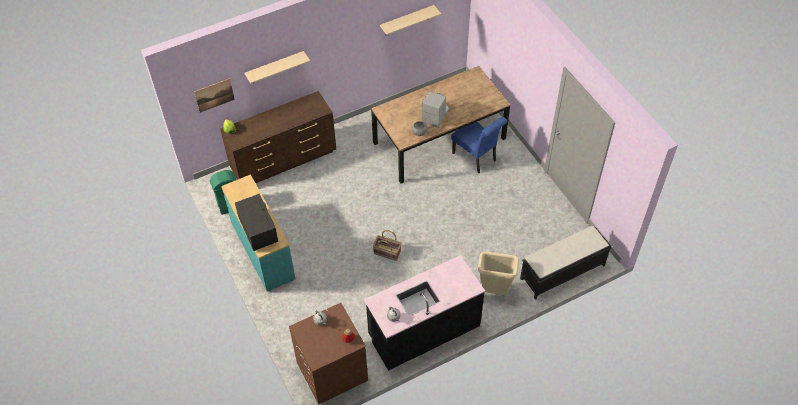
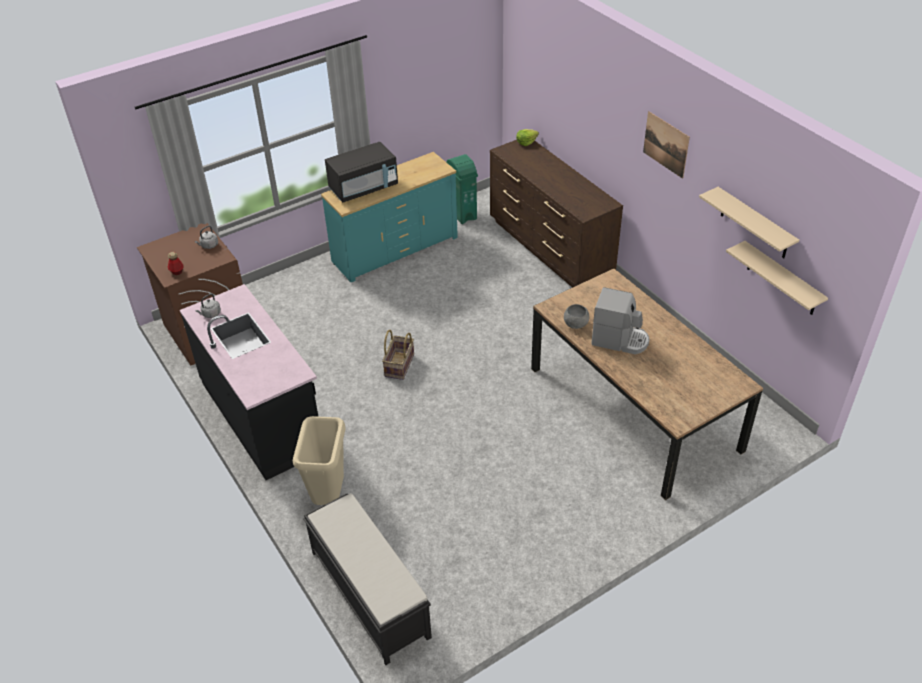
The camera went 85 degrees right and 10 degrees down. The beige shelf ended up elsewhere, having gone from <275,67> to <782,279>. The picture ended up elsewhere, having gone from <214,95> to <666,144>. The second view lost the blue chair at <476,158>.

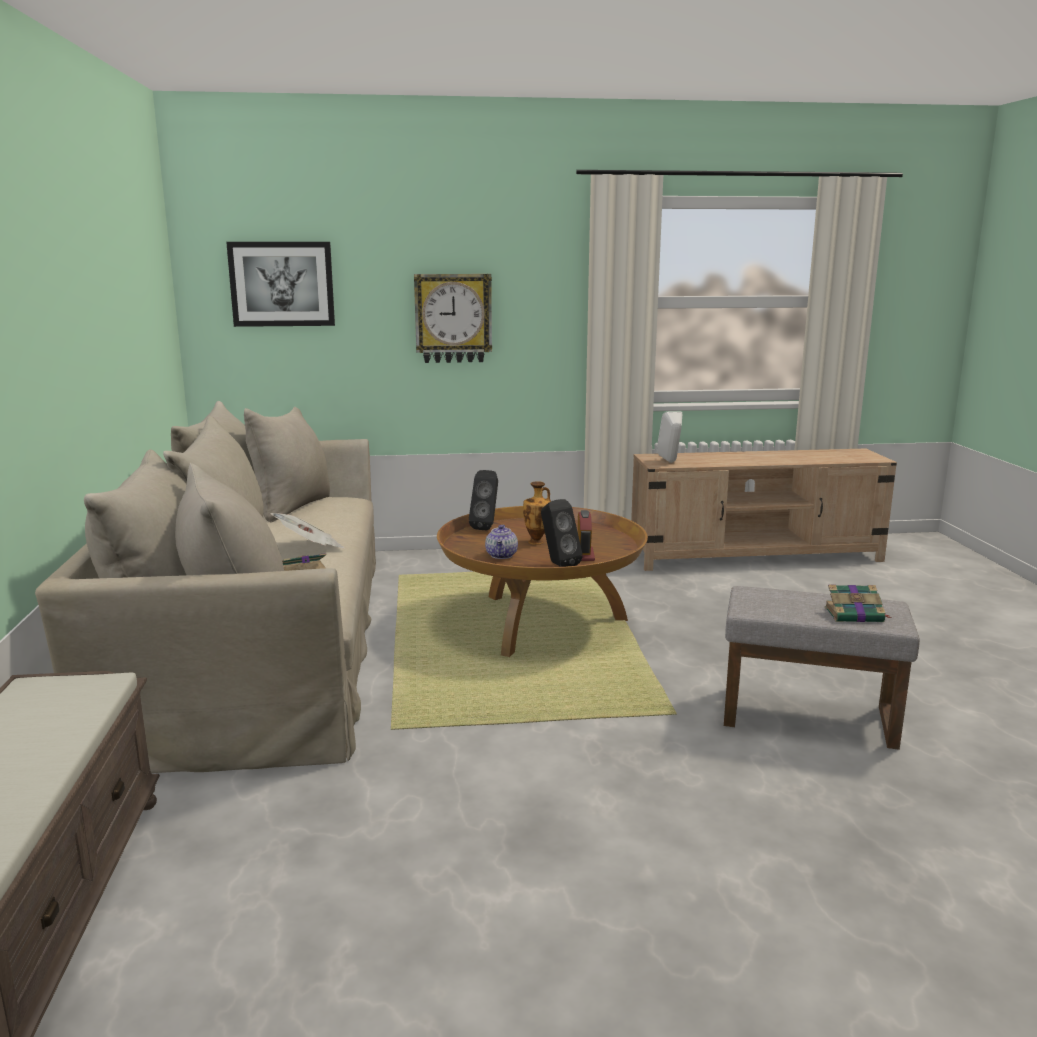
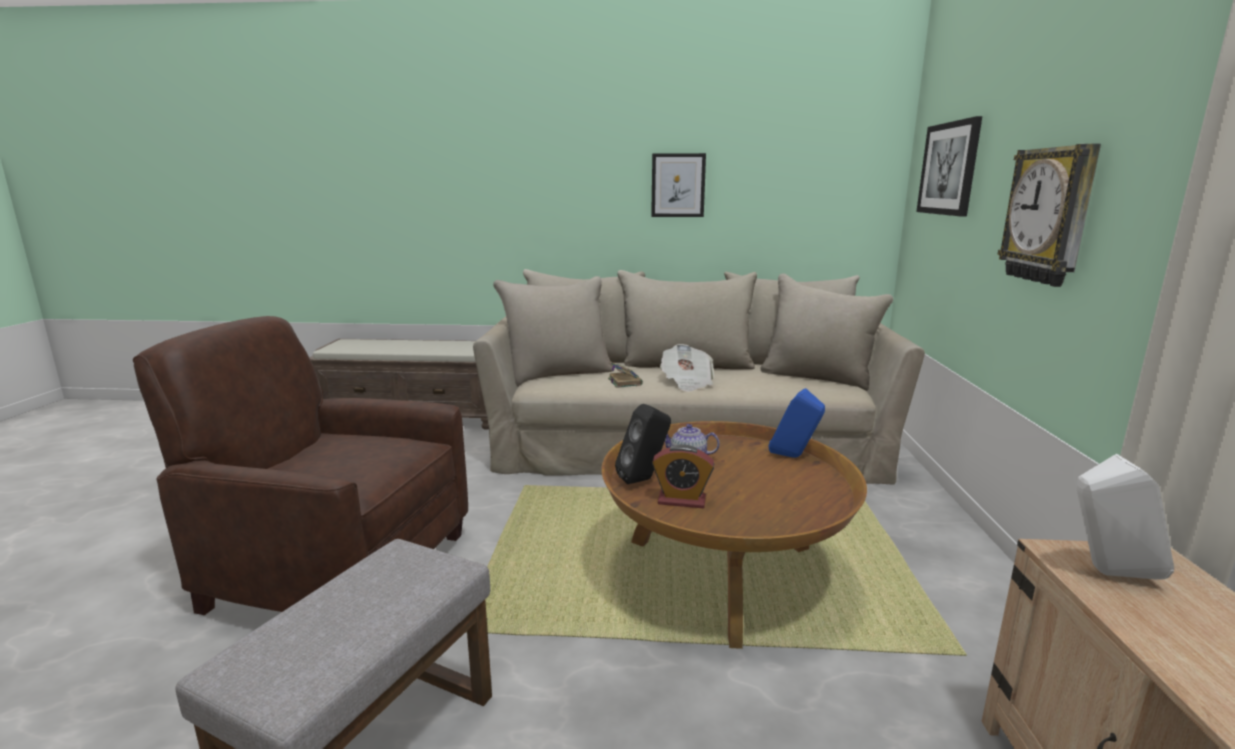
The camera went 100 degrees right and 0 degrees up. What was the black speaker at <487,527> turned into the blue speaker at <794,457>. The second view lost the vase at <537,542>. The second view lost the book at <855,615>. The second view gained the picture at <678,185>. The second view gained the brown armchair at <337,570>.

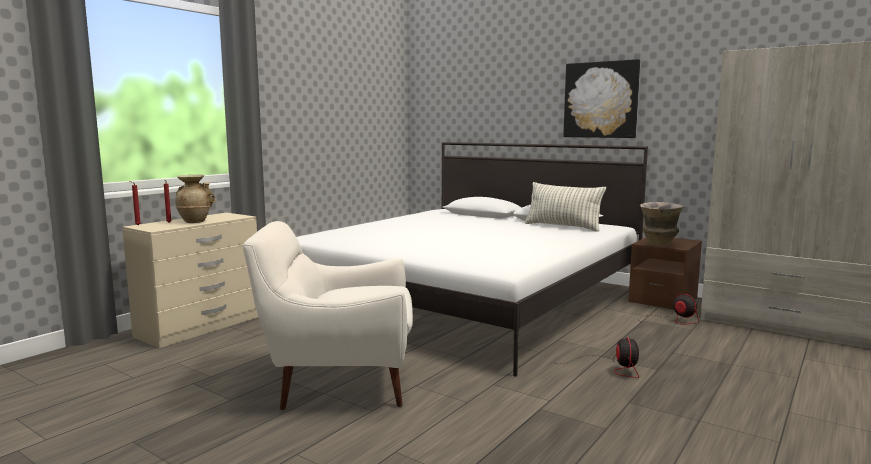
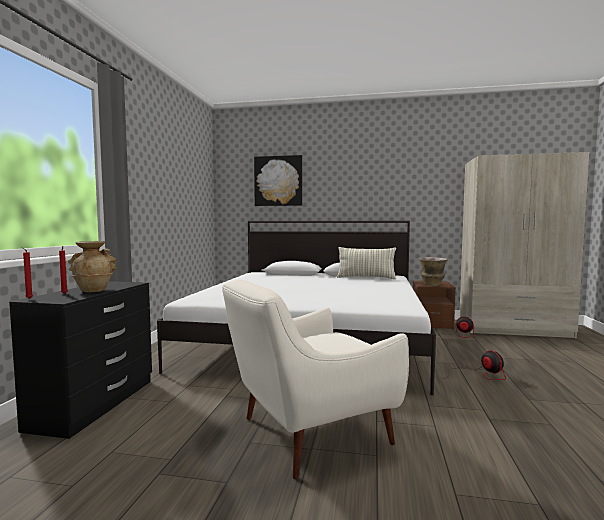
The camera went 25 degrees left and 5 degrees down. The picture ended up elsewhere, having gone from <601,100> to <278,181>. What was the beige dresser at <201,326> turned into the black dresser at <96,403>.

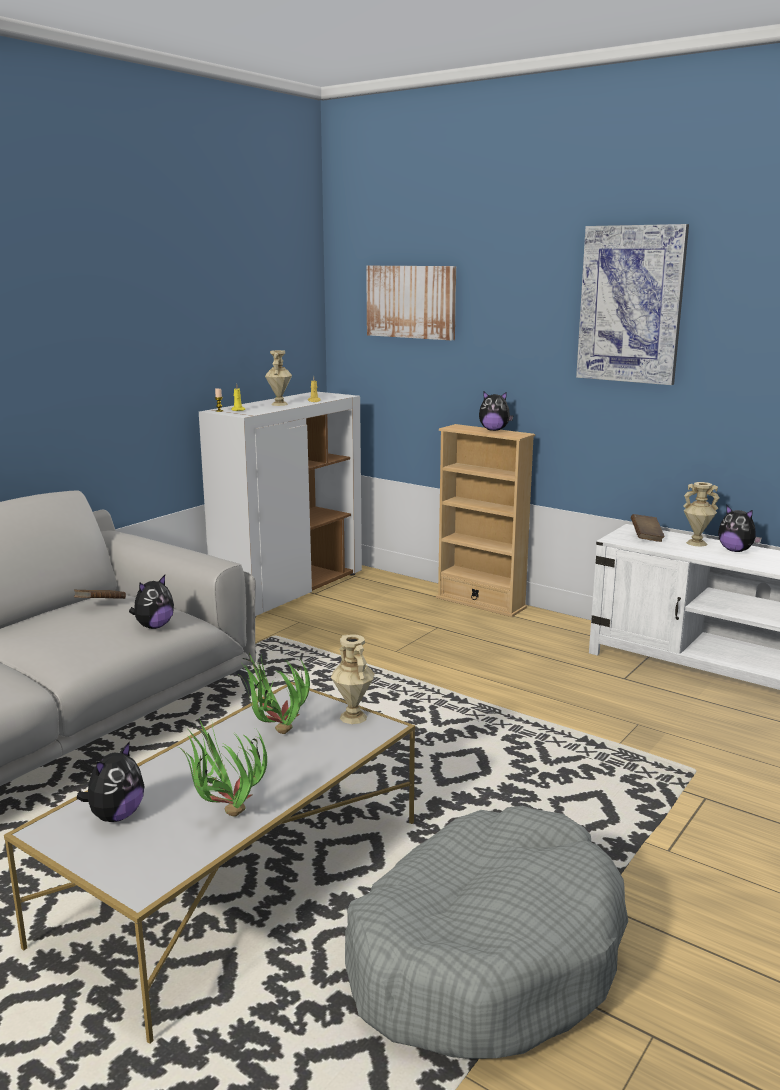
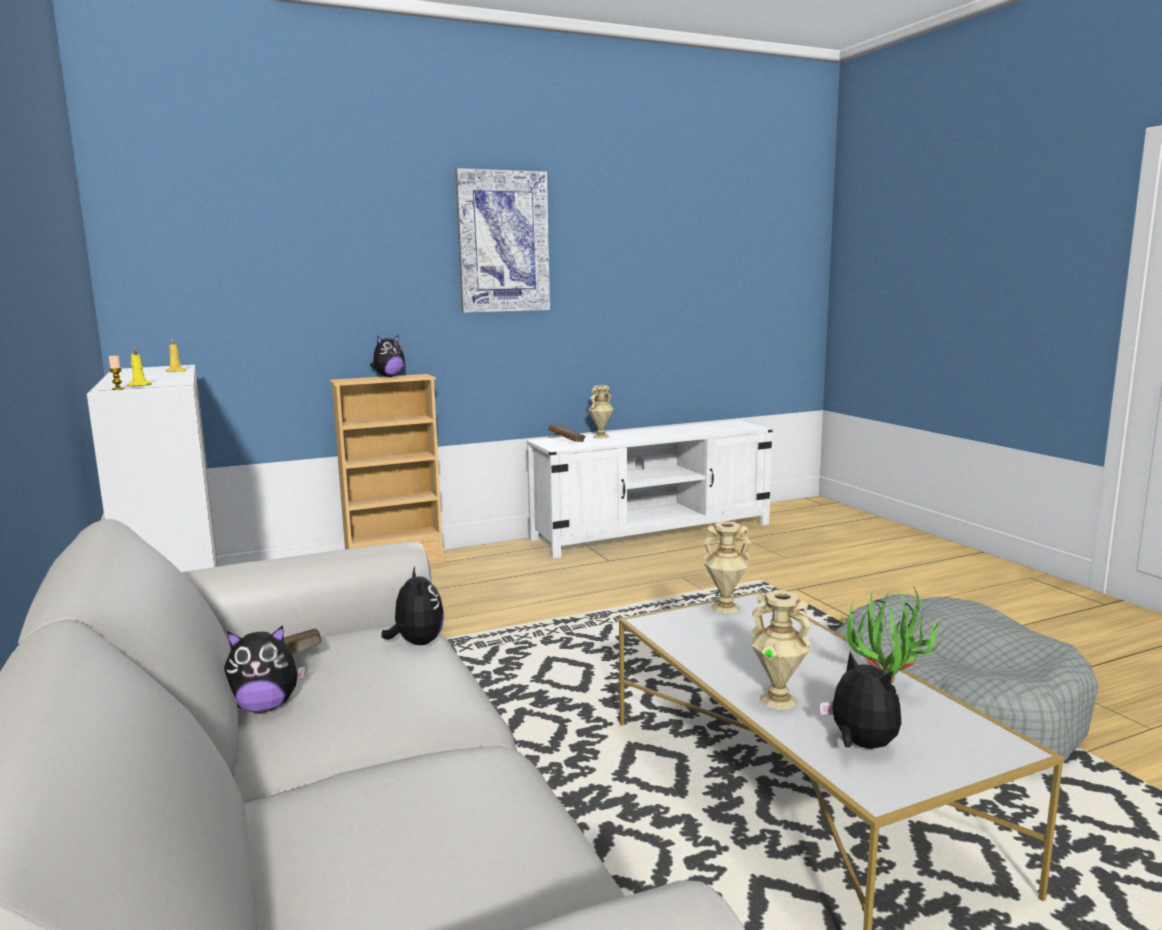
The camera went 60 degrees left and 5 degrees down. The second view lost the picture at <411,302>. The beige vase ended up elsewhere, having gone from <280,404> to <778,700>. The plush toy ended up elsewhere, having gone from <736,550> to <265,707>. The second view lost the potted plant at <275,735>.

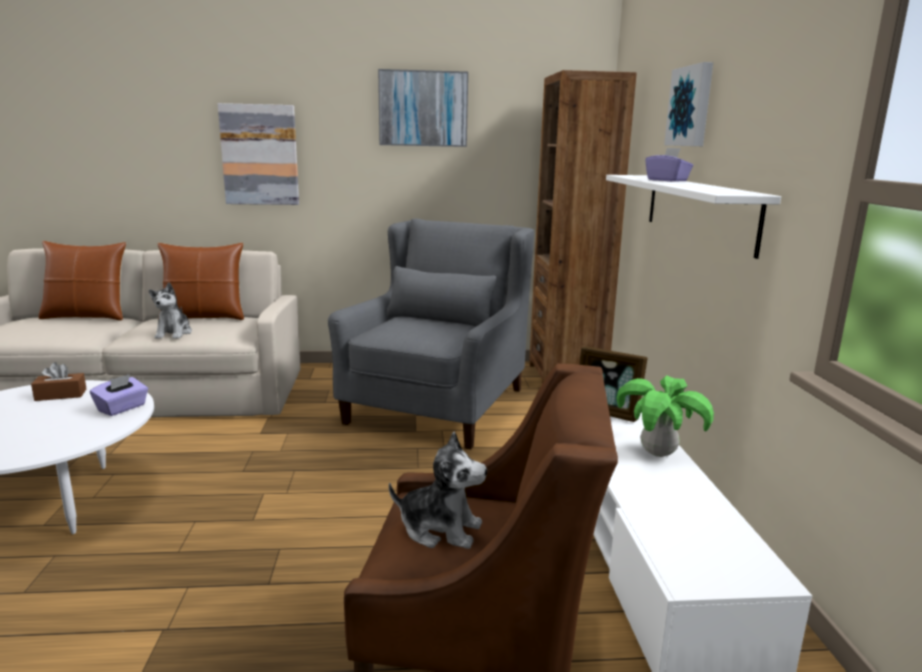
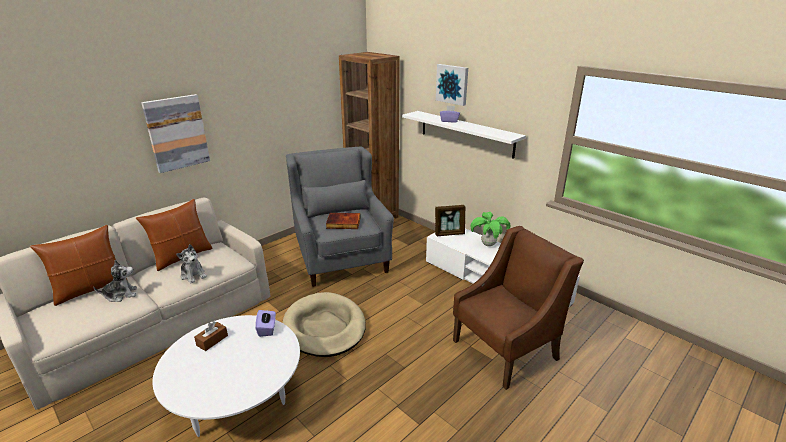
The camera went 40 degrees left and 10 degrees up. The second view lost the picture at <423,109>. The plush toy ended up elsewhere, having gone from <440,529> to <121,295>. The second view gained the book at <343,223>. The second view gained the beige dog bed at <324,327>.

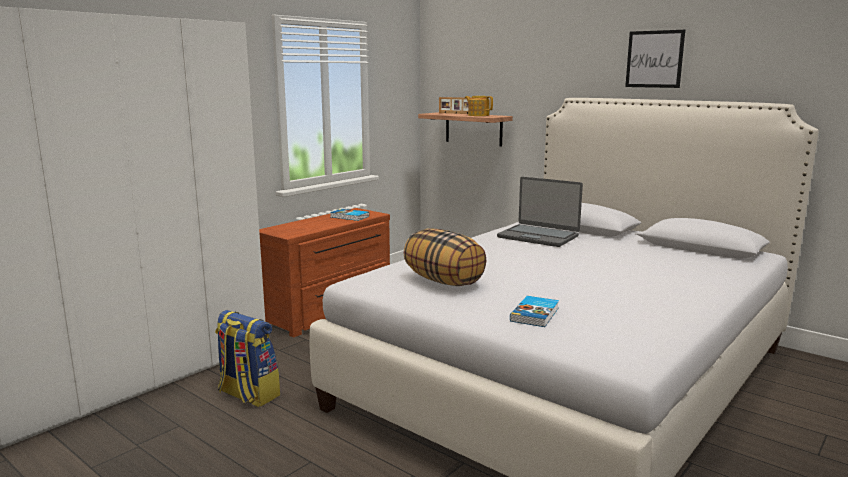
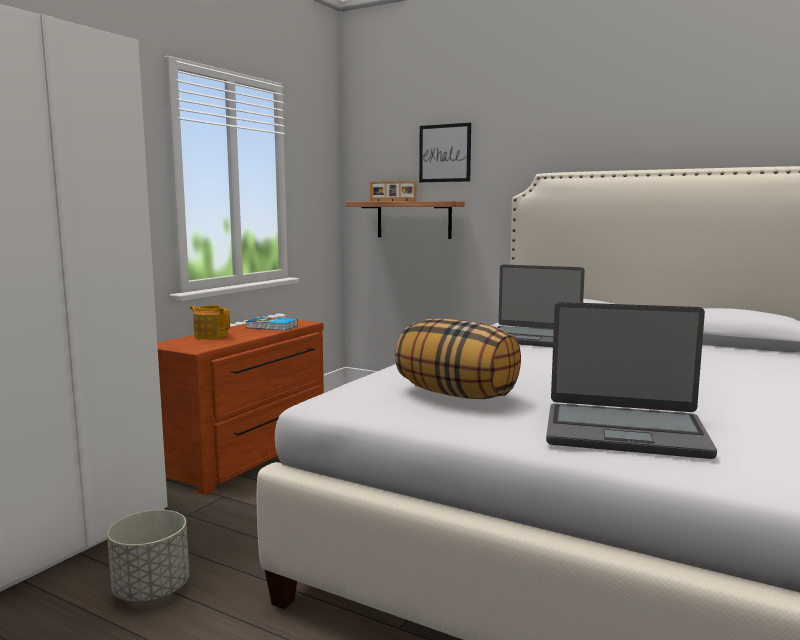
The camera went 10 degrees left and 5 degrees down. The picture ended up elsewhere, having gone from <654,59> to <445,153>. The teapot ended up elsewhere, having gone from <478,115> to <211,336>. Where the book stood at <536,314>, the laptop came to stand at <624,431>. Where the backpack stood at <248,395>, the grey planter came to stand at <151,591>.

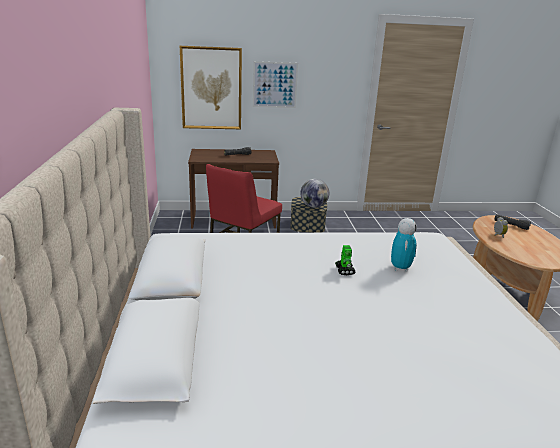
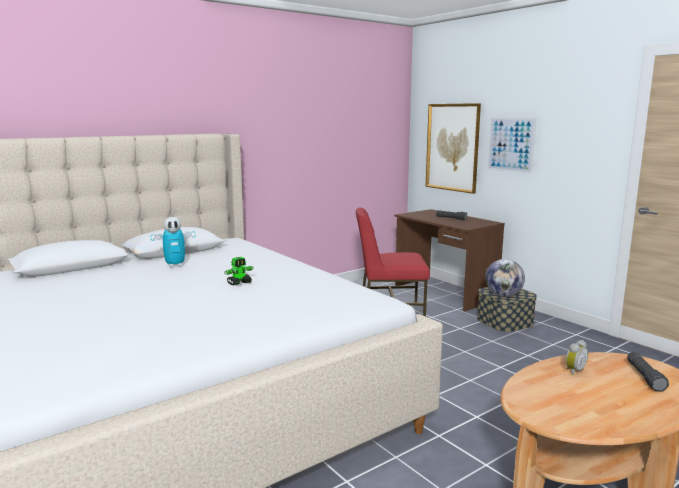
The camera went 60 degrees right and 10 degrees down. The toy robot ended up elsewhere, having gone from <400,268> to <175,265>.

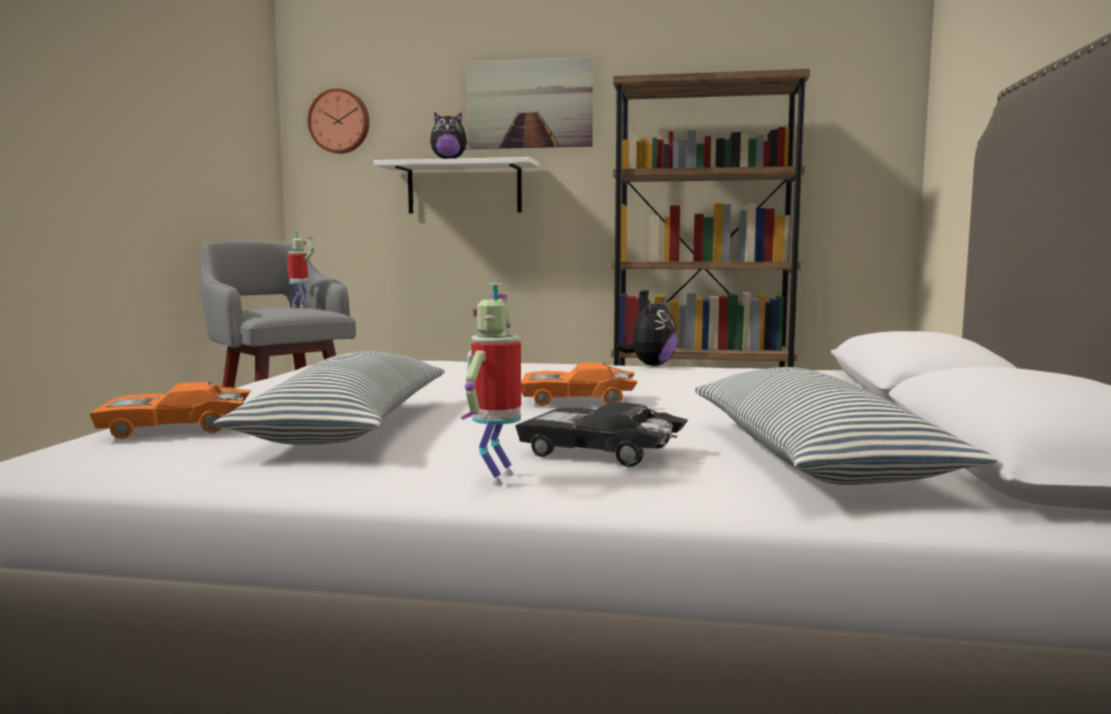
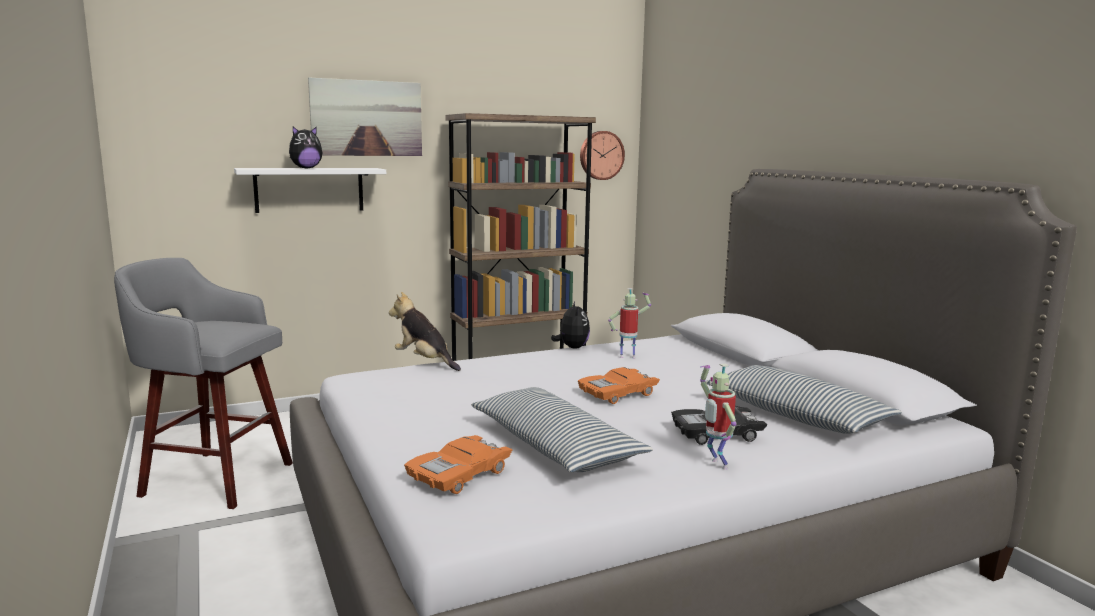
The camera went 35 degrees left and 5 degrees up. The wall clock ended up elsewhere, having gone from <340,121> to <601,155>. The toy robot ended up elsewhere, having gone from <300,306> to <627,356>. The second view gained the plush toy at <424,361>.

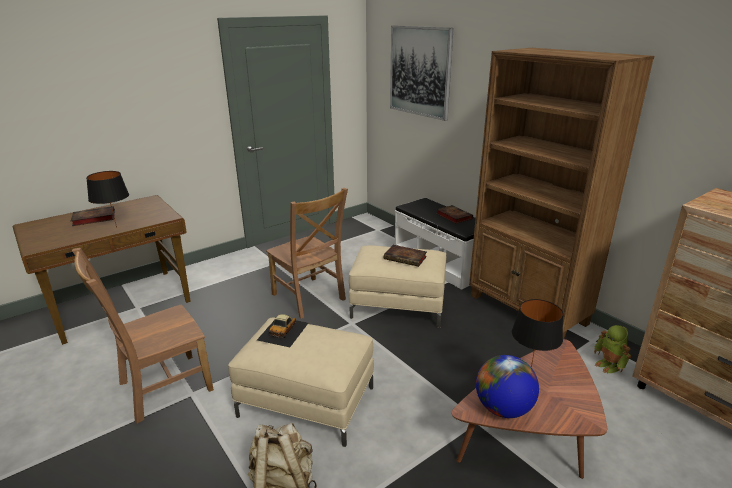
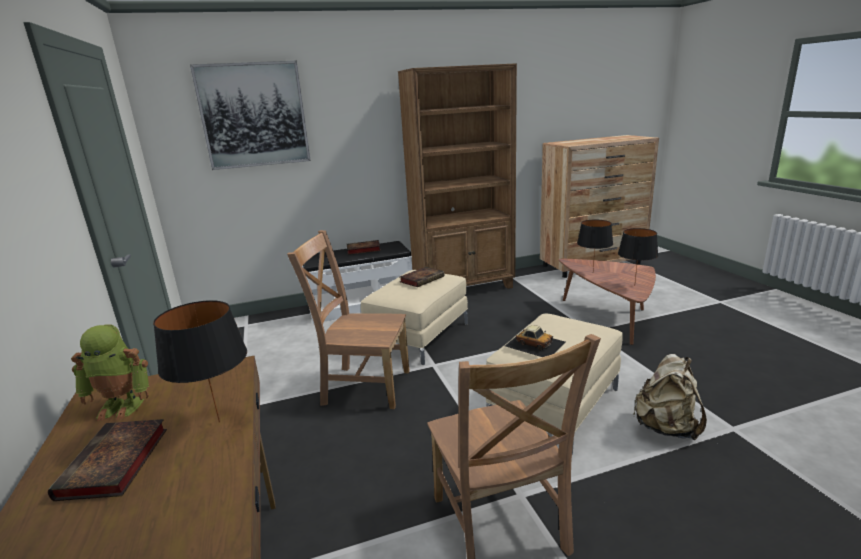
The camera went 70 degrees left and 5 degrees down. The brown chair at <309,298> ended up facing another way, 150 degrees counterclockwise from before. The toy robot ended up elsewhere, having gone from <609,366> to <123,406>. Where the globe stood at <503,408>, the black table lamp came to stand at <634,286>.

